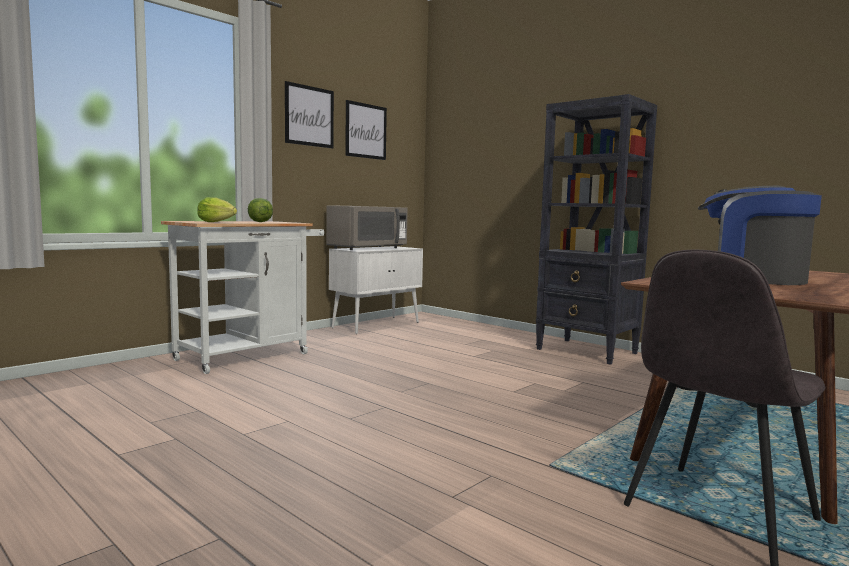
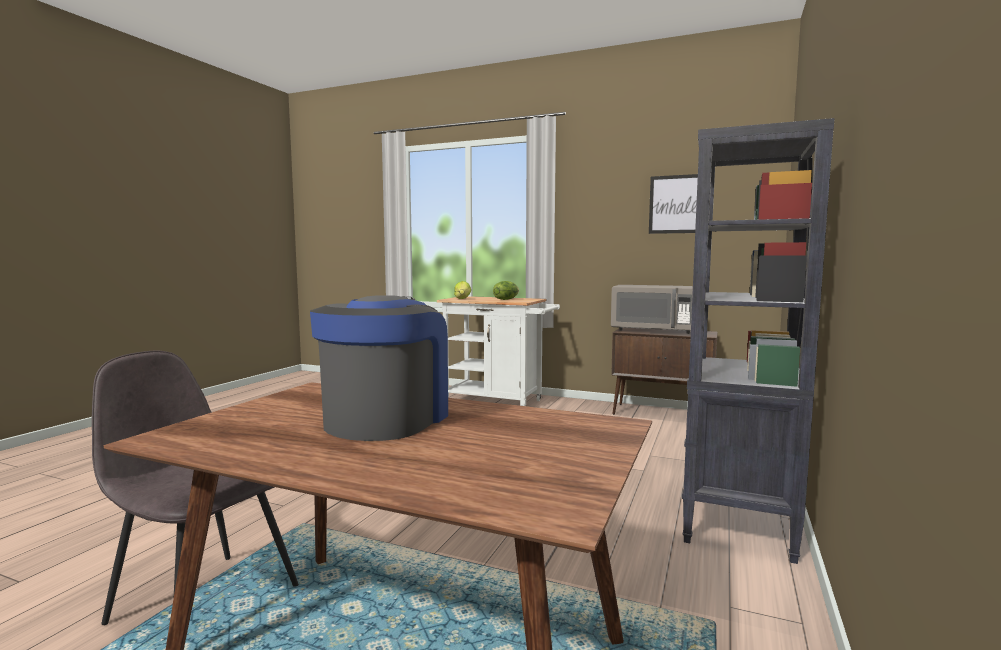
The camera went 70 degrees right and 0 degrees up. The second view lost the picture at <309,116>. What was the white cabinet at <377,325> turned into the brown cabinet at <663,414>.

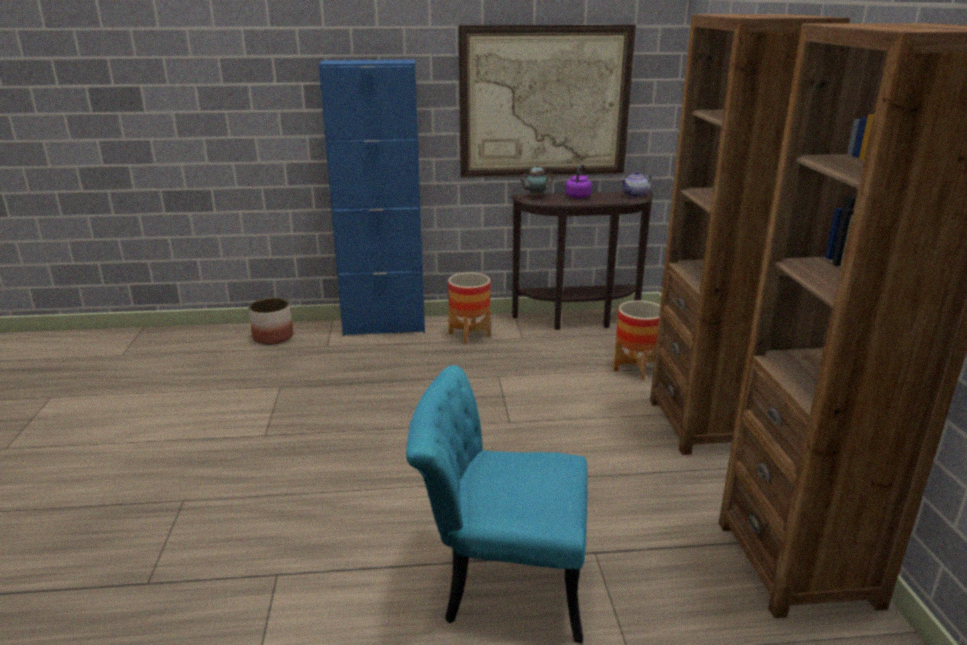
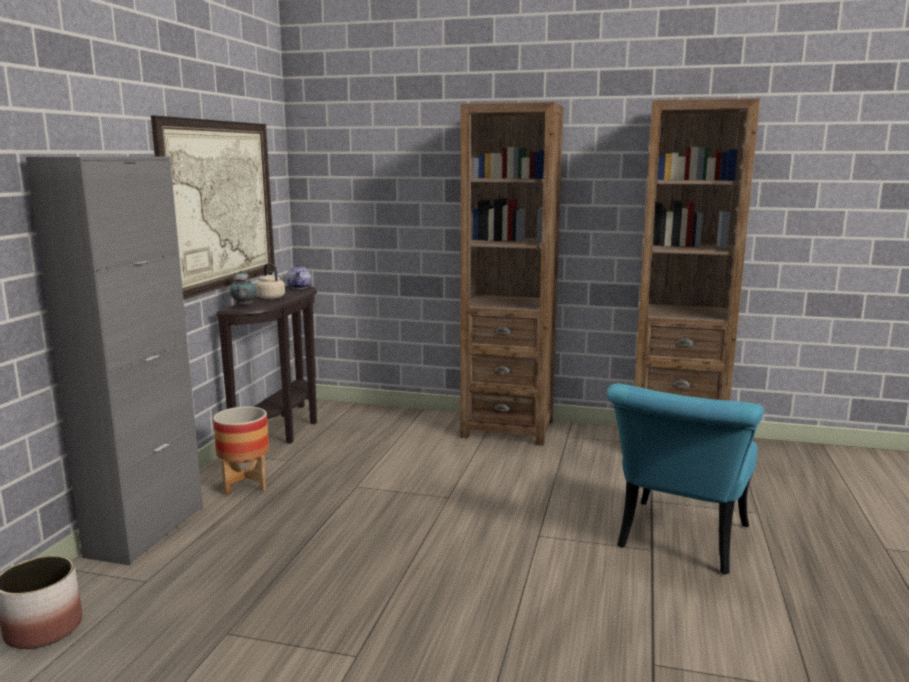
The camera went 70 degrees left and 10 degrees down. What was the blue cabinet at <384,326> turned into the grey cabinet at <146,531>. What was the purple kettle at <578,196> turned into the beige kettle at <270,297>. The second view lost the planter at <635,369>.

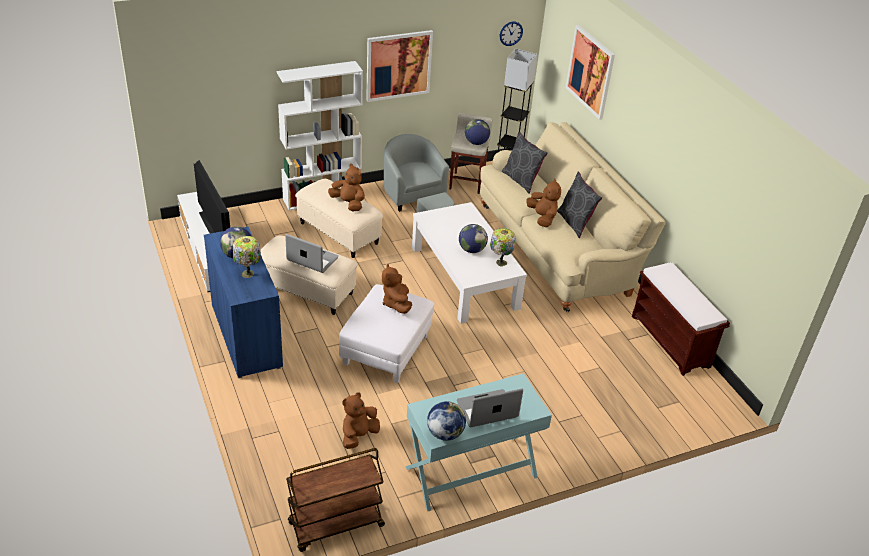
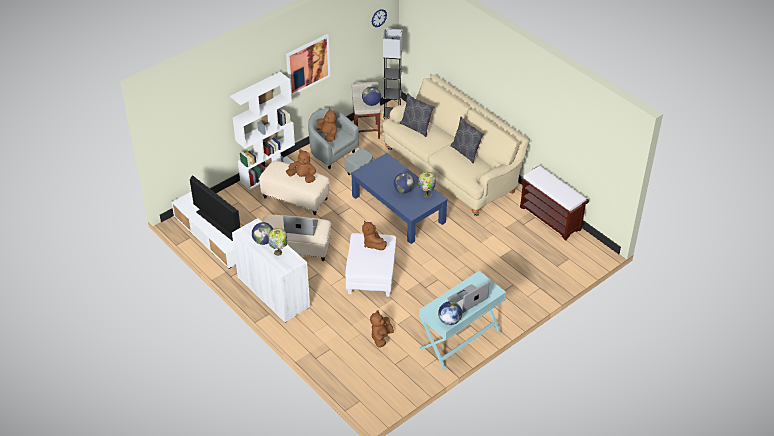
The camera went 15 degrees left and 5 degrees up. The second view lost the picture at <590,71>. The brown plush toy ended up elsewhere, having gone from <542,218> to <327,135>. What was the white coffee table at <464,277> turned into the blue coffee table at <398,209>. What was the blue cabinet at <246,336> turned into the white cabinet at <273,292>. The second view lost the brown cart at <335,525>.

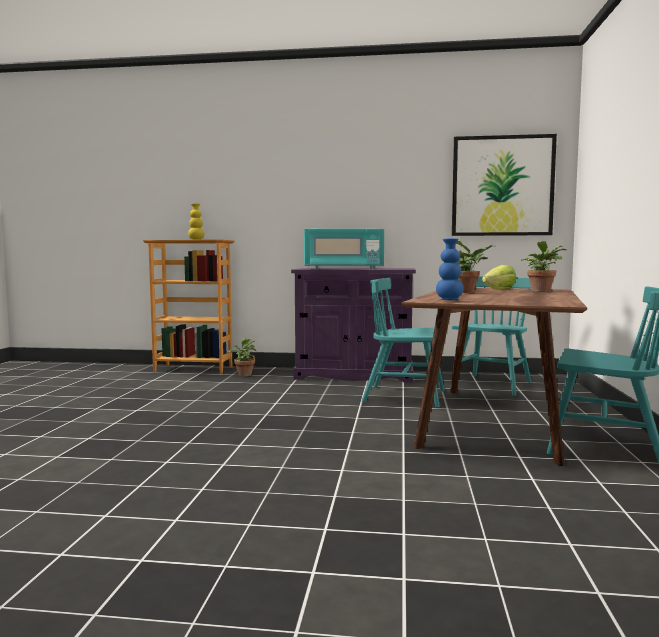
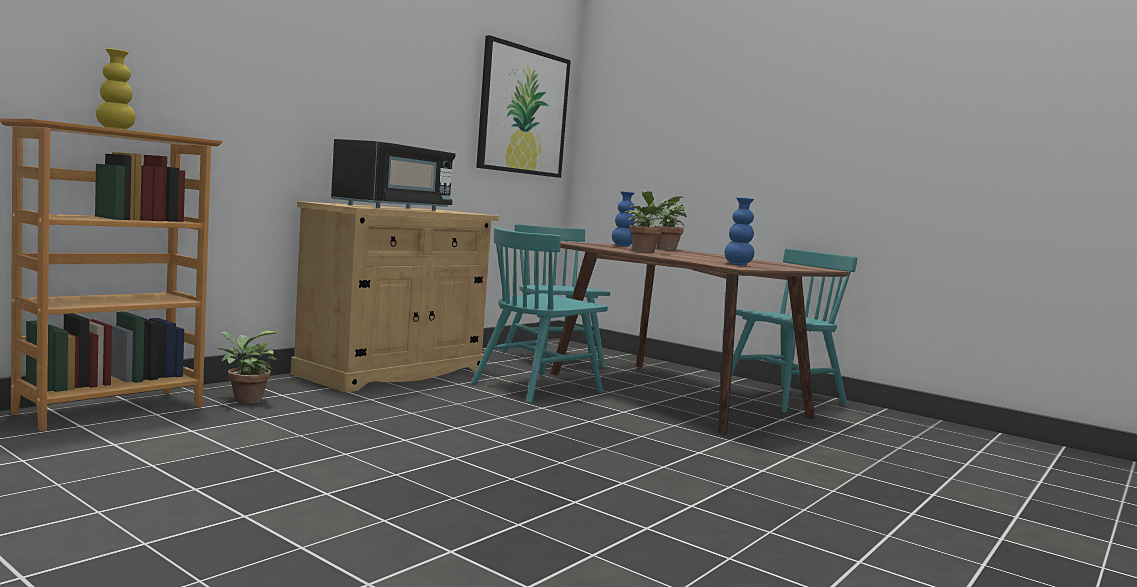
The camera went 60 degrees left and 0 degrees up. What was the turquoise microwave at <343,268> turned into the black microwave at <395,208>. Where the lettuce stood at <499,289>, the blue vase came to stand at <622,246>. What was the purple cabinet at <354,375> turned into the beige cabinet at <393,372>.

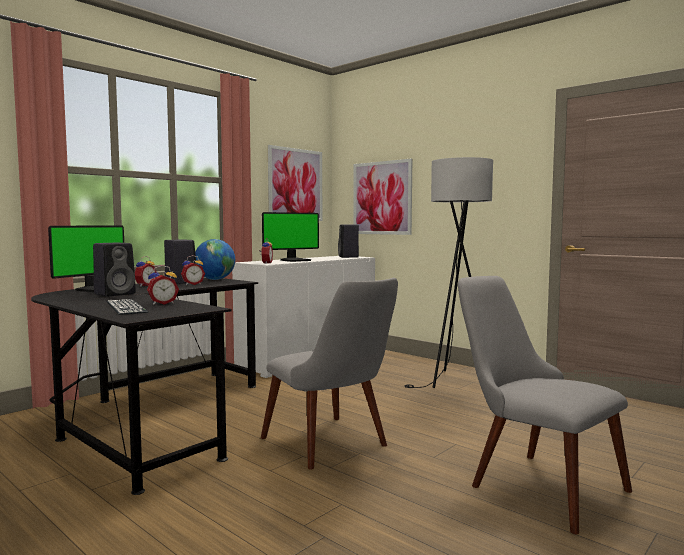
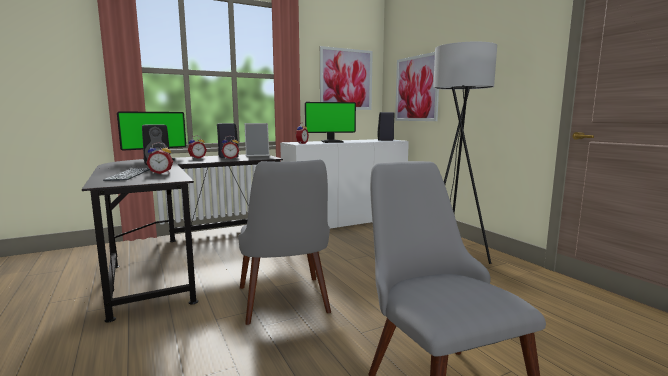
The camera went 20 degrees right and 5 degrees up. Where the globe stood at <215,279>, the picture frame came to stand at <257,155>.

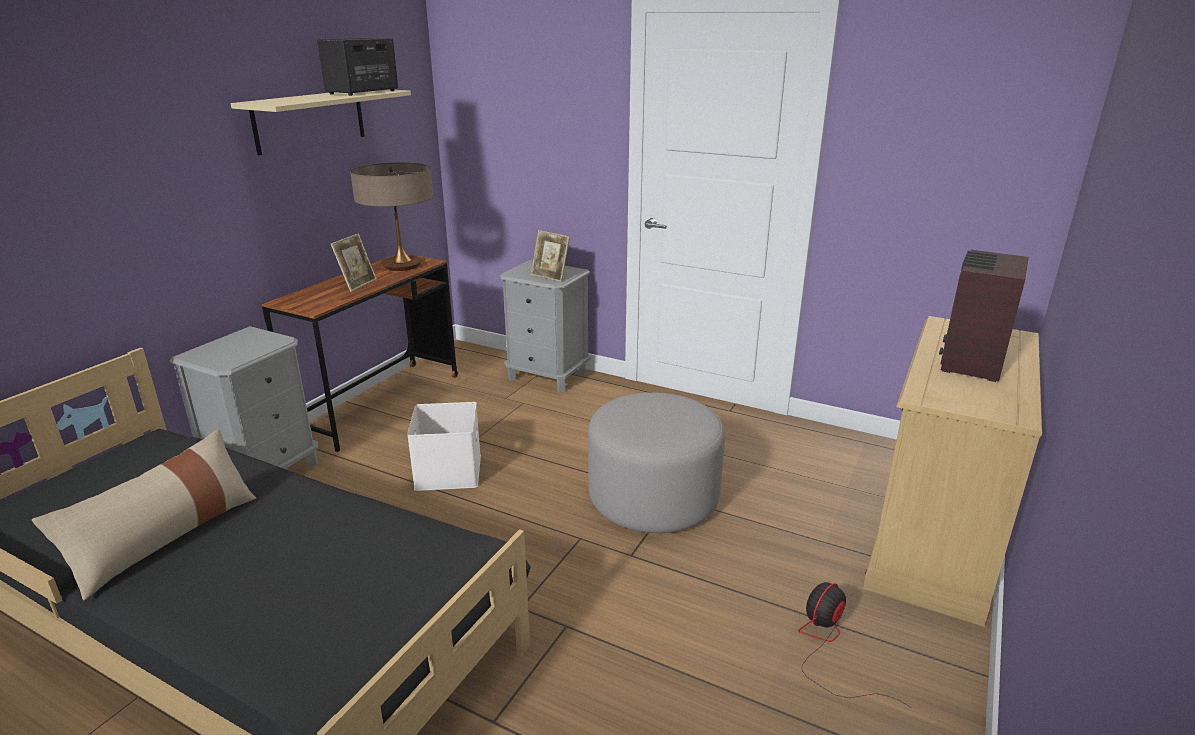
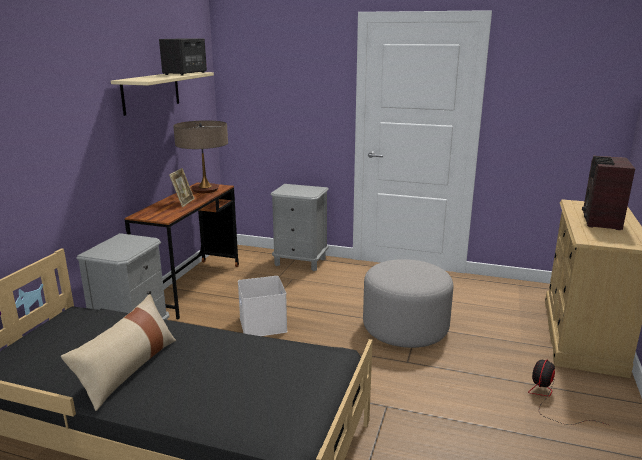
The camera went 10 degrees left and 5 degrees down. The second view lost the picture frame at <550,276>.

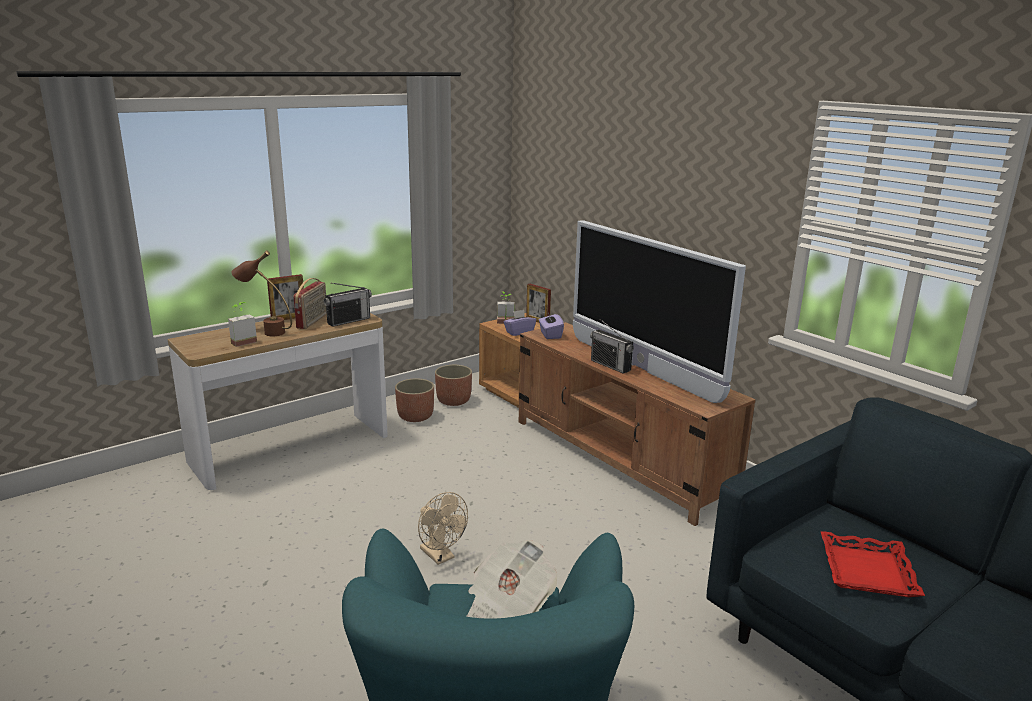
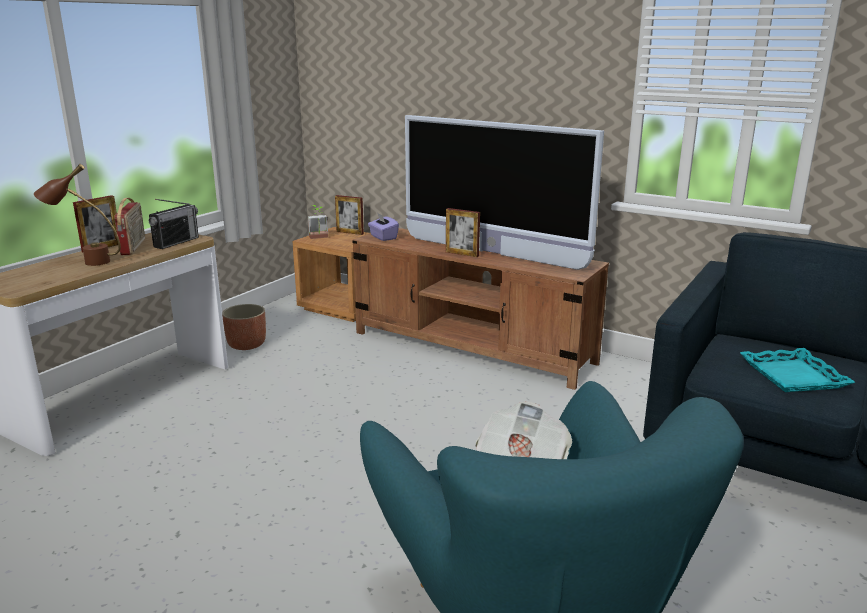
The camera went 20 degrees left and 0 degrees up. The second view lost the potted plant at <242,341>. The second view lost the purple tissue box at <519,332>. Where the radio stood at <610,365>, the picture frame came to stand at <462,254>. The second view lost the planter at <453,401>. The second view lost the beige fan at <441,556>. What was the red tray at <868,571> turned into the turquoise tray at <793,376>.

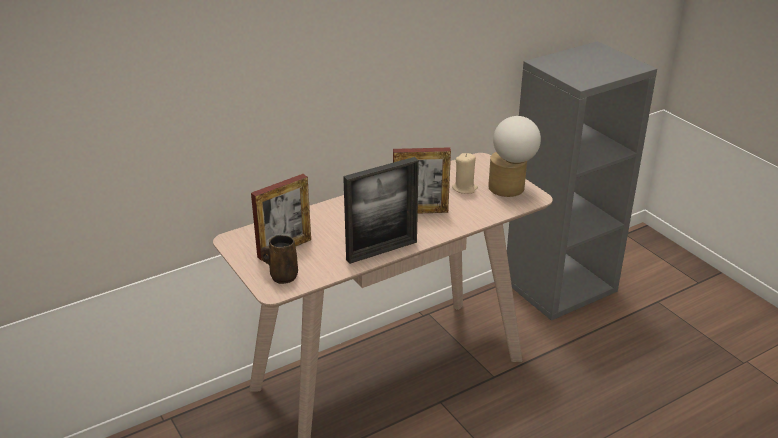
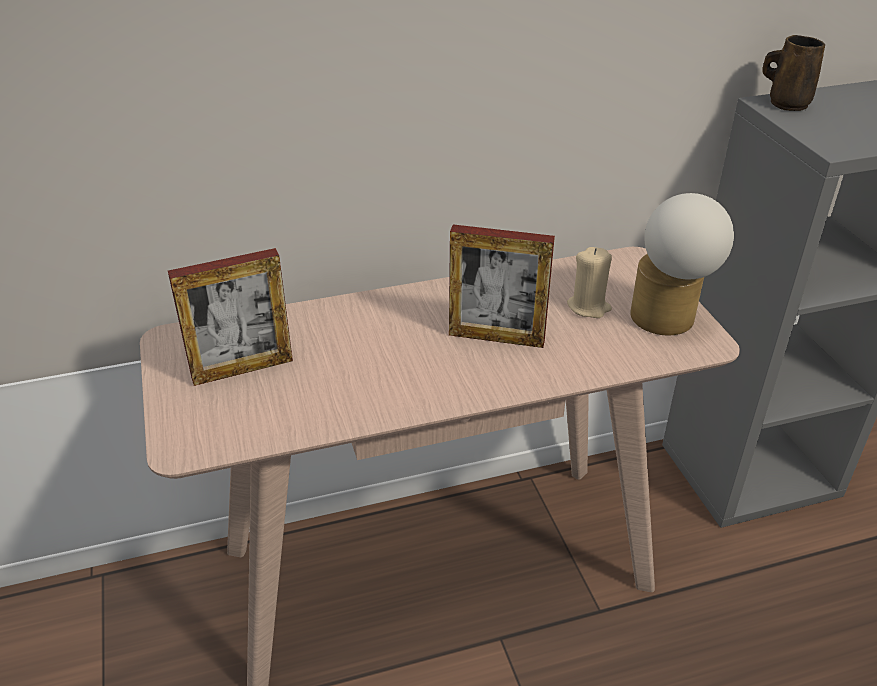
The camera went 15 degrees right and 5 degrees up. The second view lost the picture frame at <382,251>. The brown mug ended up elsewhere, having gone from <282,276> to <786,103>.

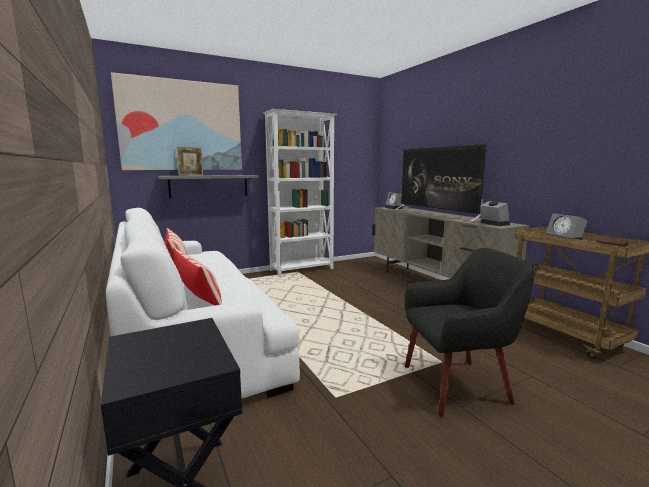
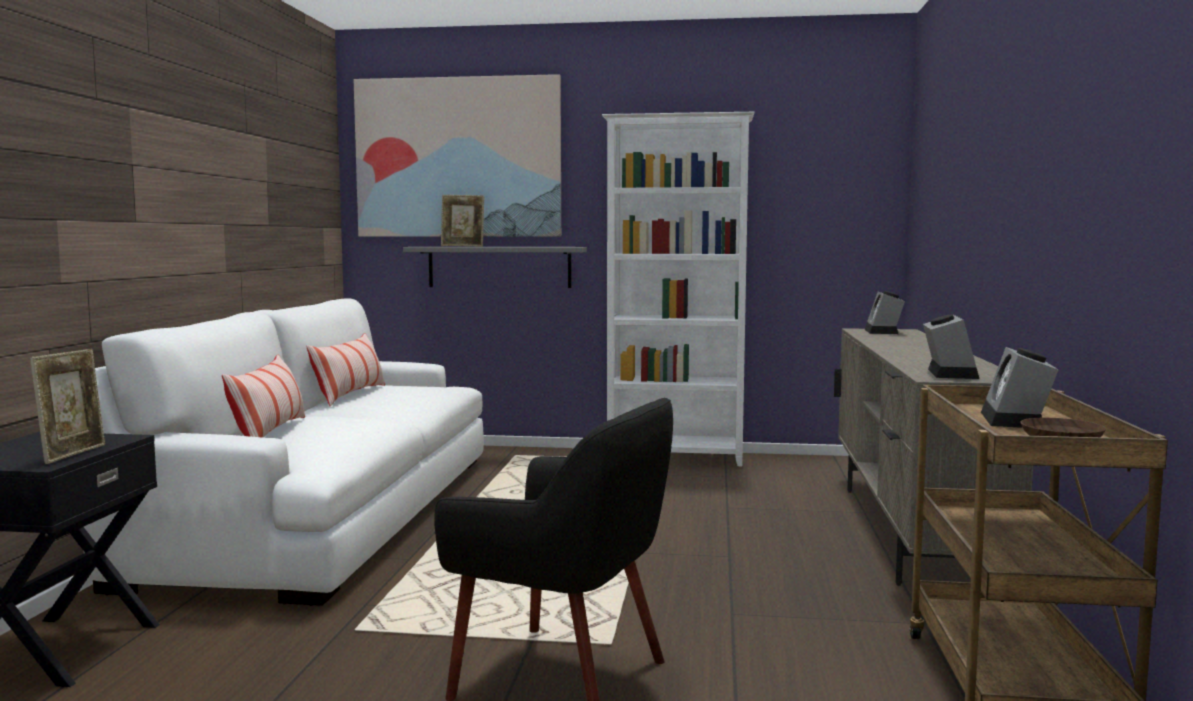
The camera went 35 degrees right and 5 degrees down. The second view lost the television at <436,214>. The second view gained the picture frame at <73,454>.

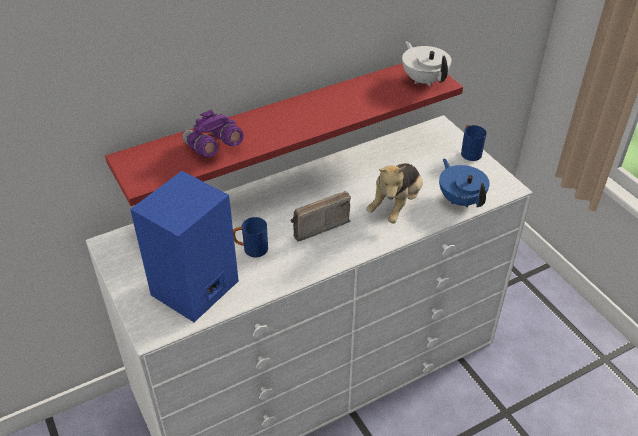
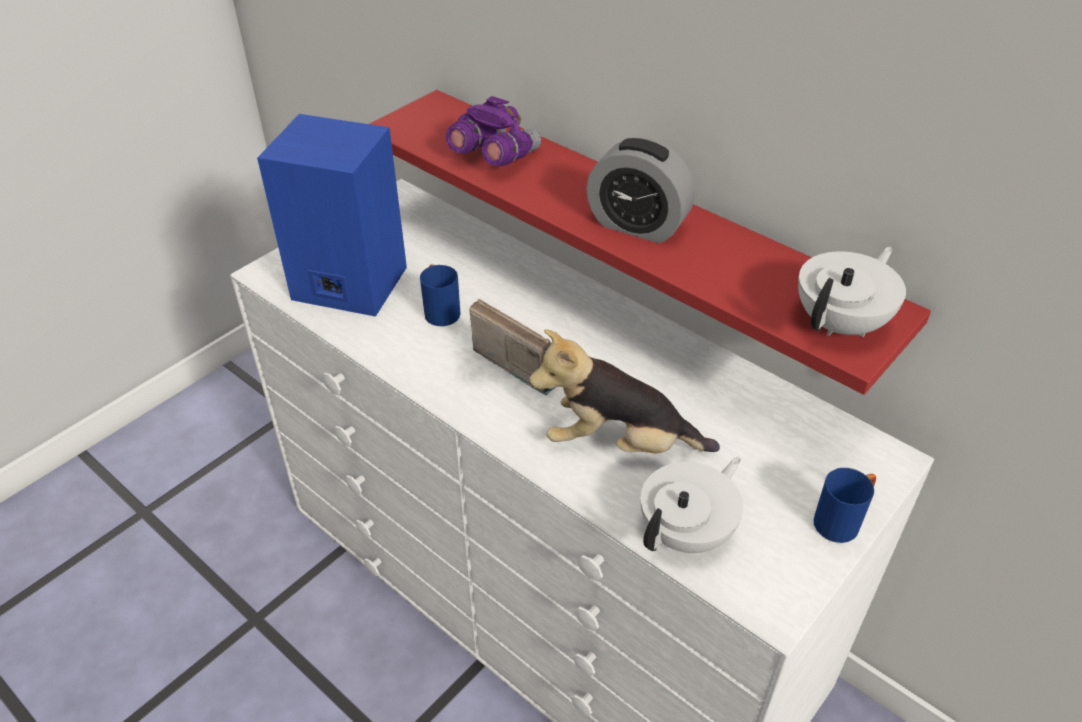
The camera went 70 degrees right and 0 degrees up. What was the blue teapot at <460,199> turned into the white teapot at <687,533>. The second view gained the alarm clock at <637,225>.

